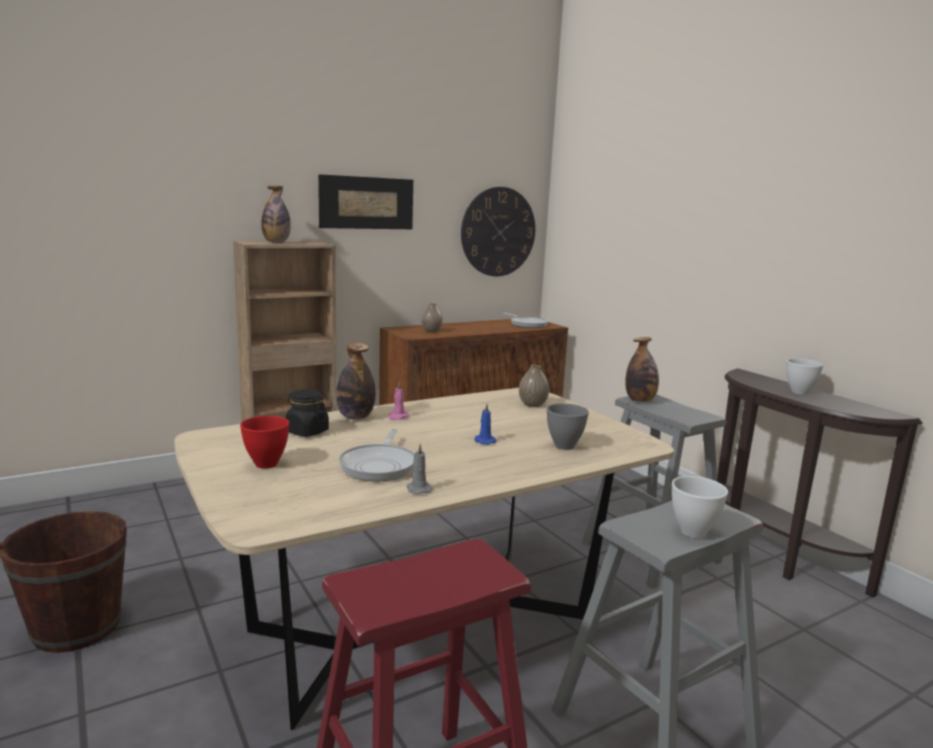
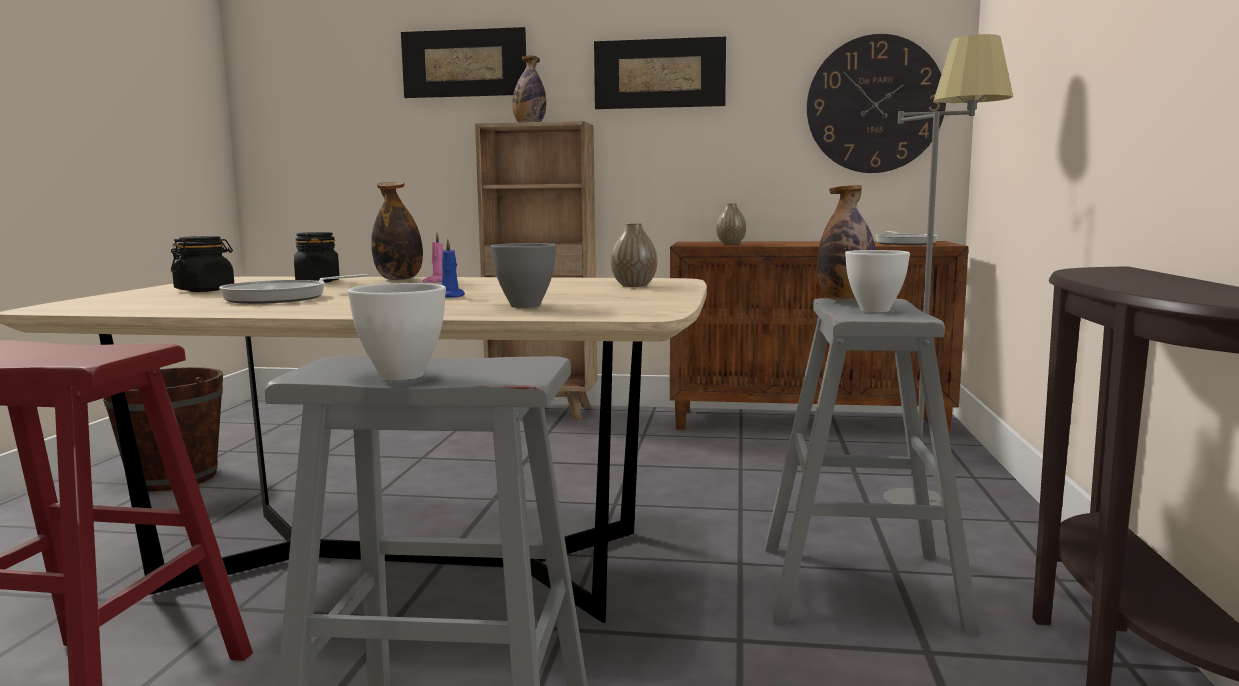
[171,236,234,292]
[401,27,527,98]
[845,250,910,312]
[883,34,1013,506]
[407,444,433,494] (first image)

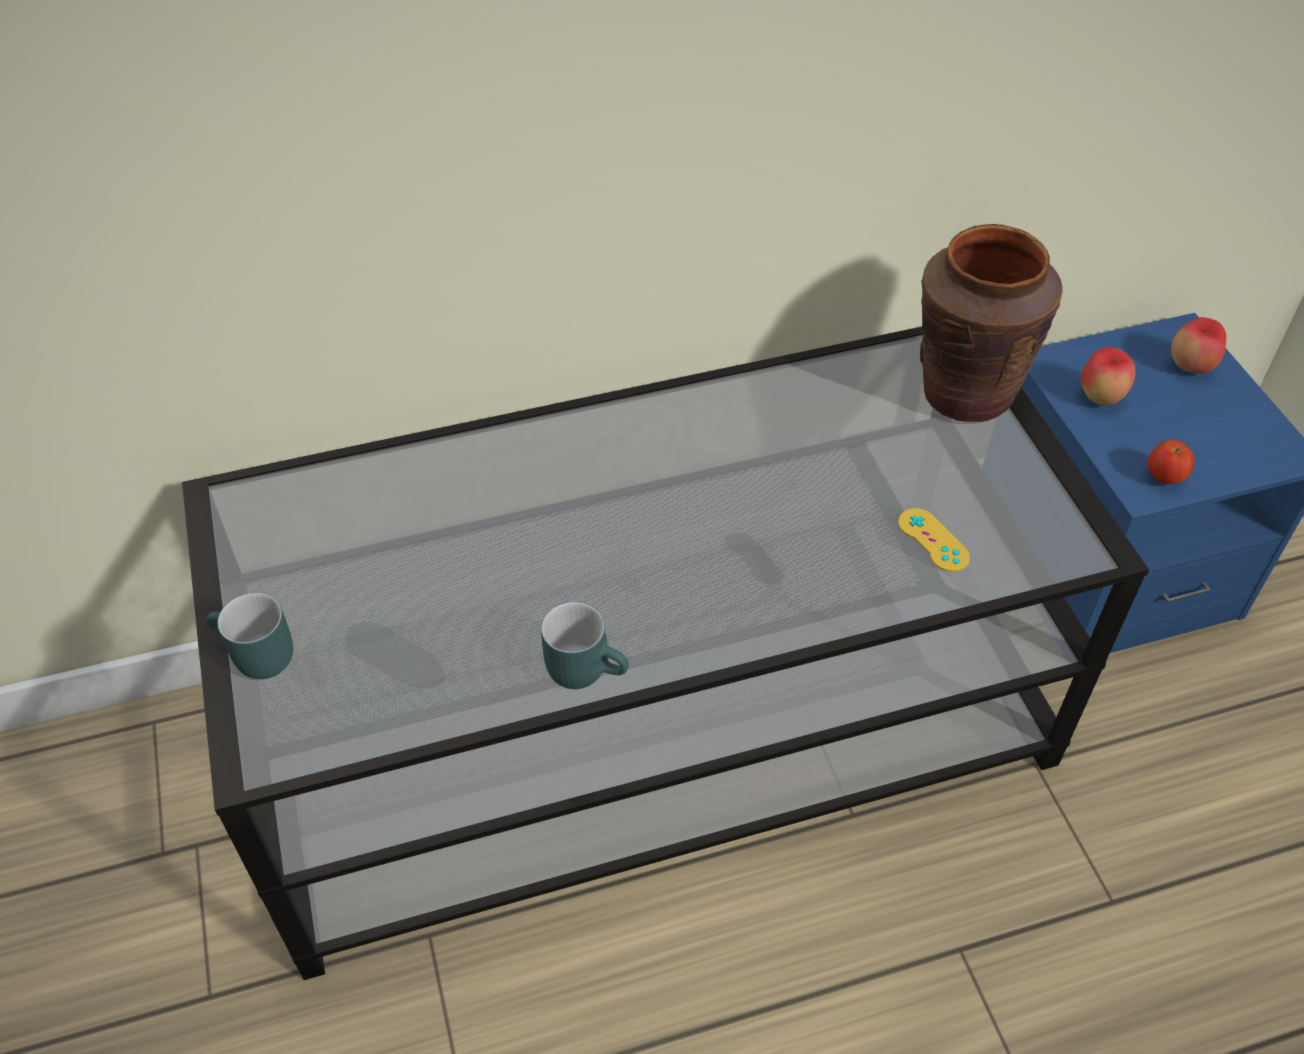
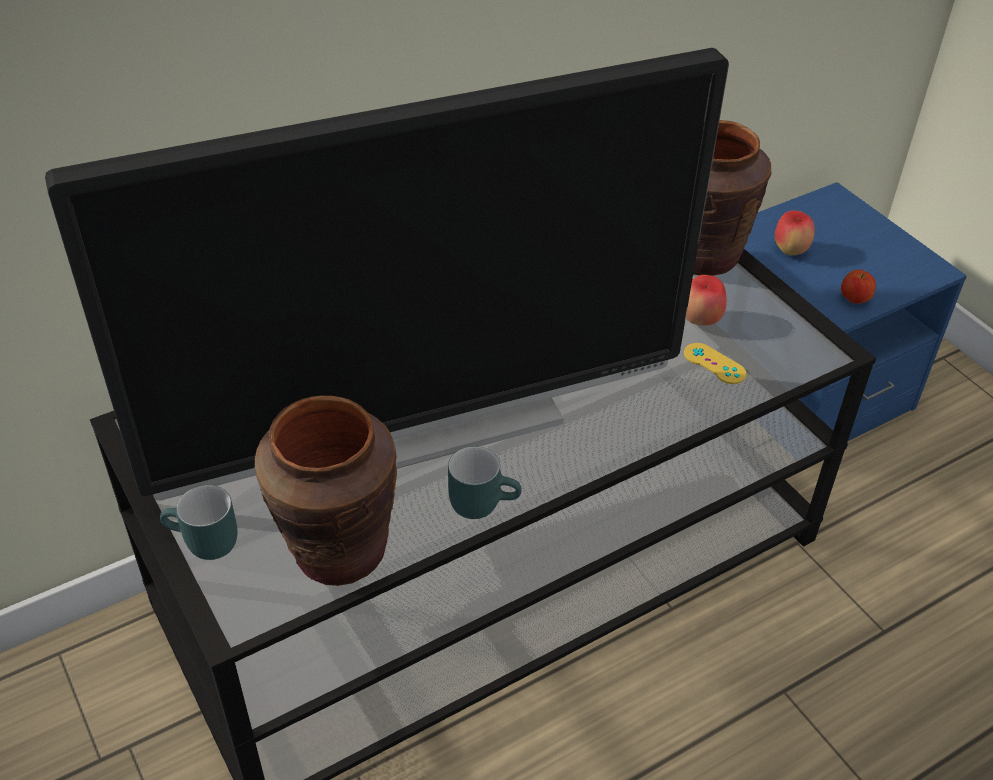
[45,48,729,500]
[255,395,397,586]
[686,275,727,326]

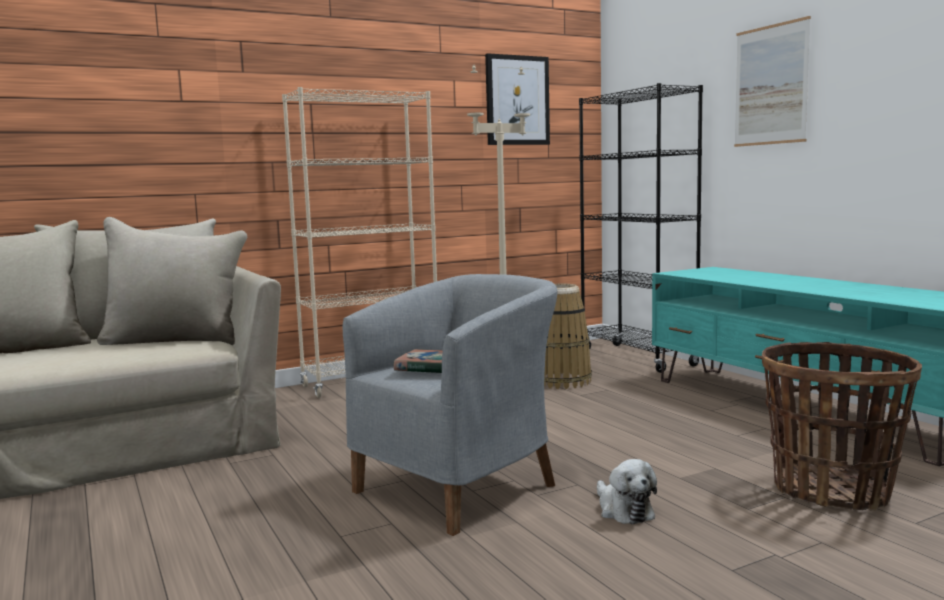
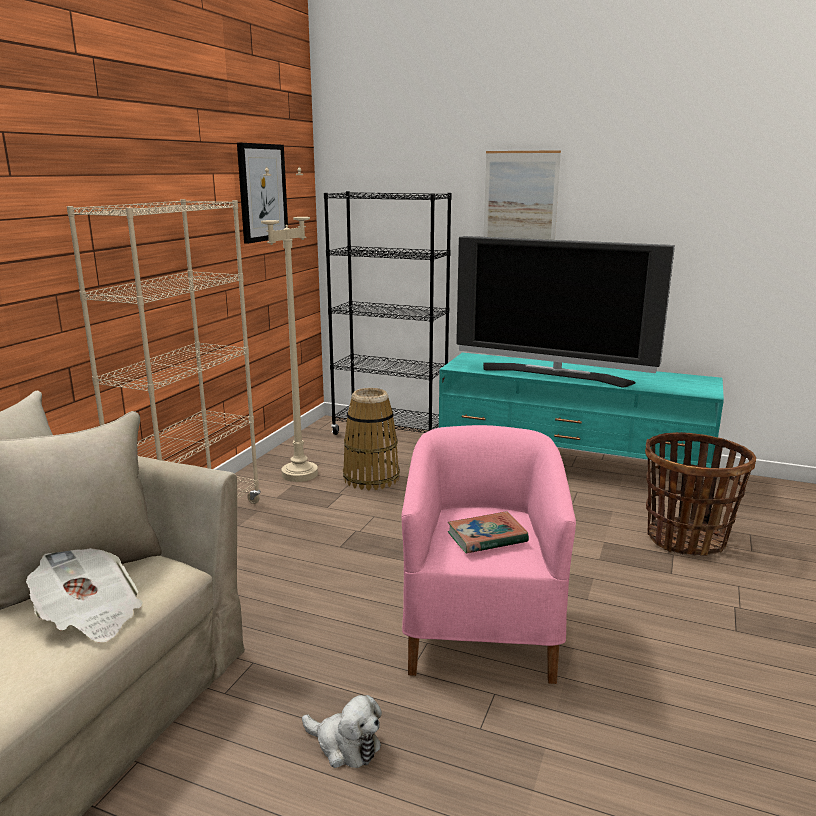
[26,548,143,643]
[302,695,382,768]
[402,425,576,684]
[456,236,675,388]

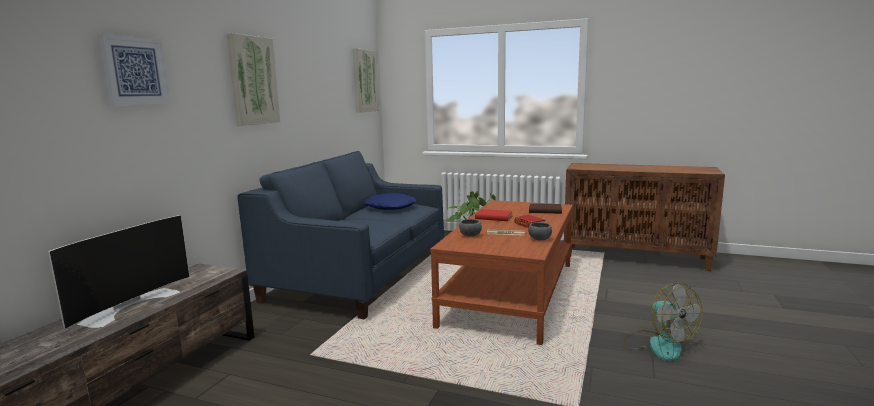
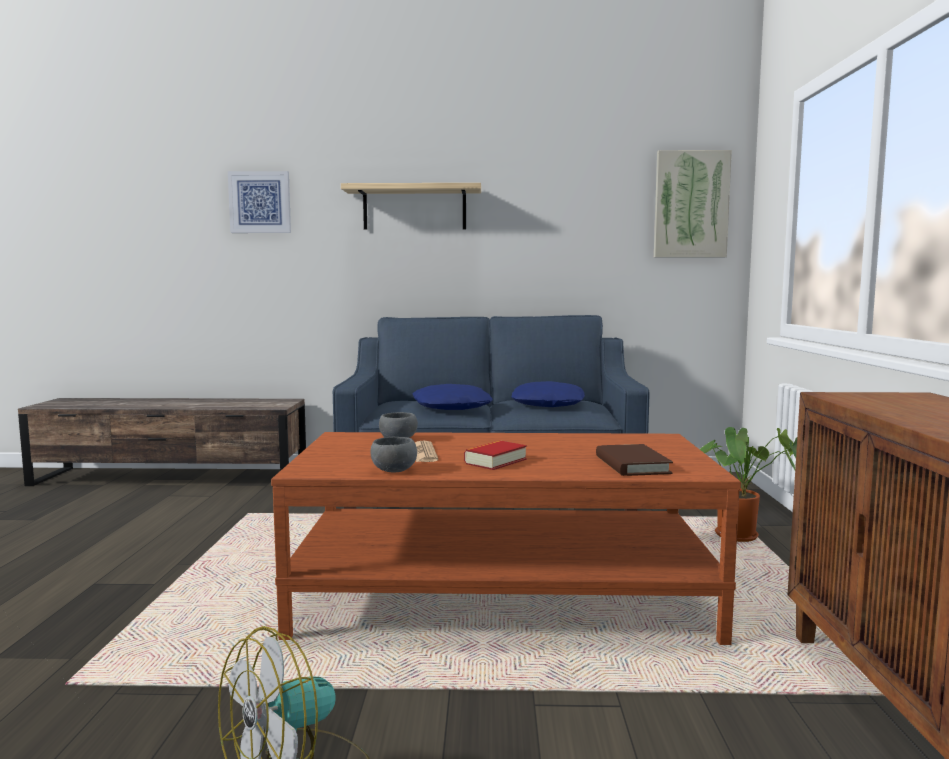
[341,183,481,230]
[412,384,493,410]
[48,215,190,329] (first image)
[475,209,513,221] (first image)

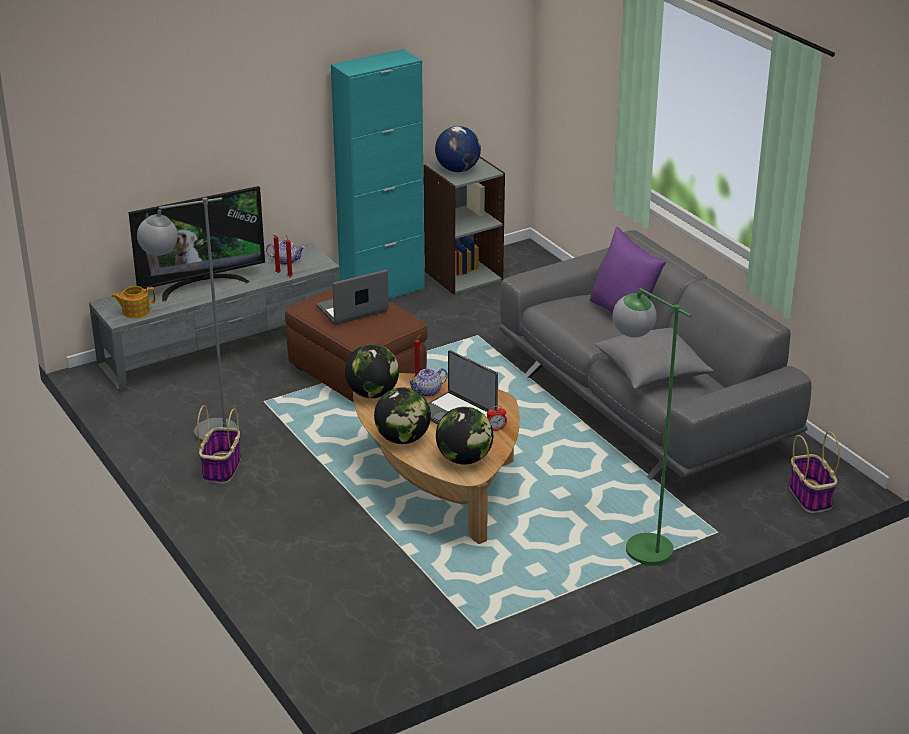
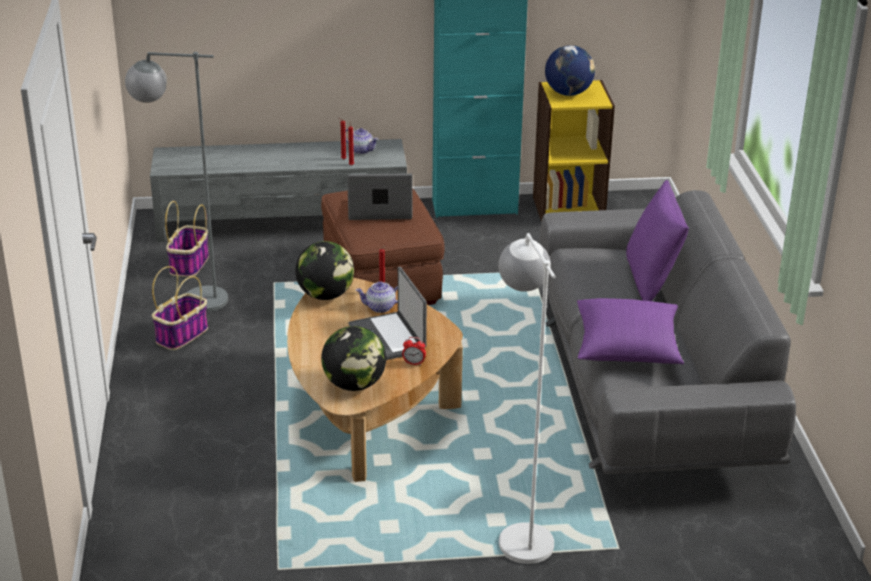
[165,201,209,277]
[499,233,555,564]
[533,80,615,222]
[577,298,684,364]
[111,286,156,318] (first image)
[128,186,265,301] (first image)
[374,387,431,444] (first image)

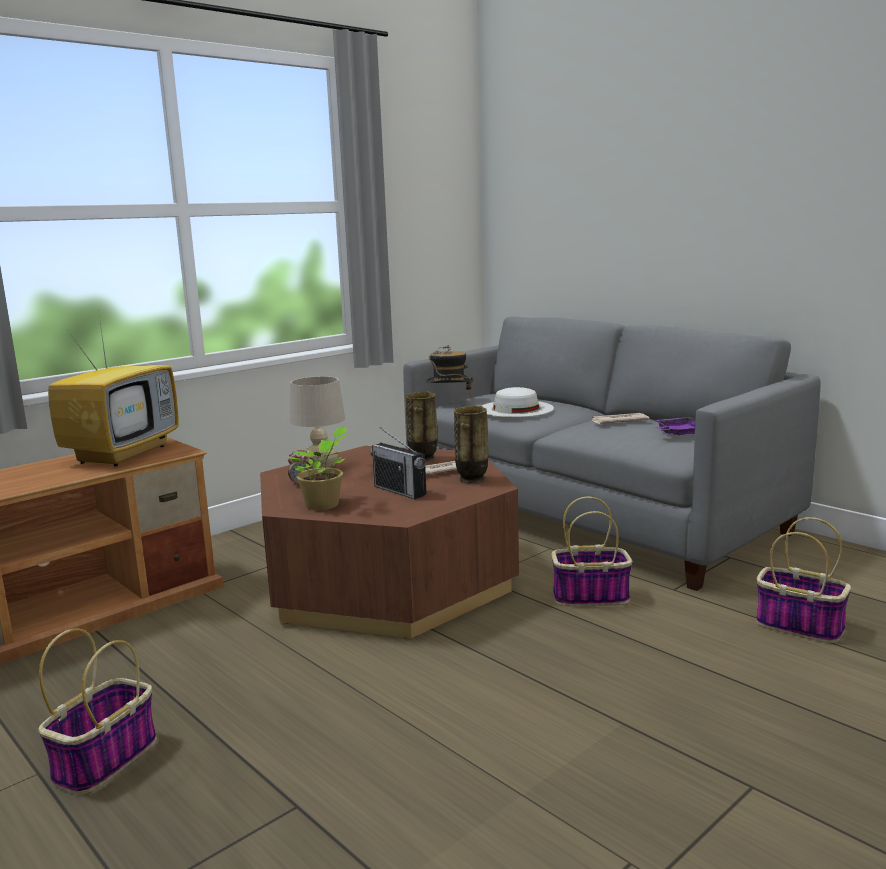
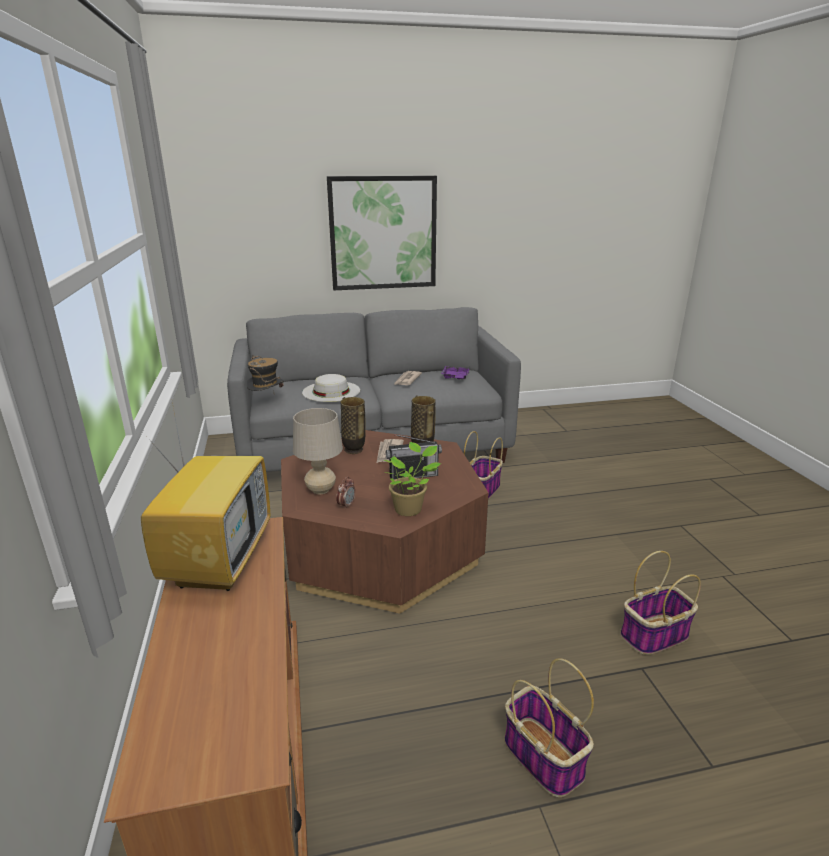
[141,397,270,591]
[327,176,437,290]
[620,551,701,655]

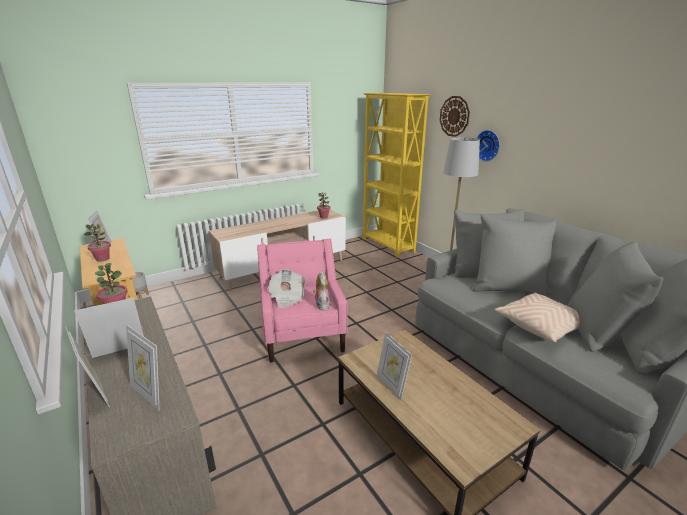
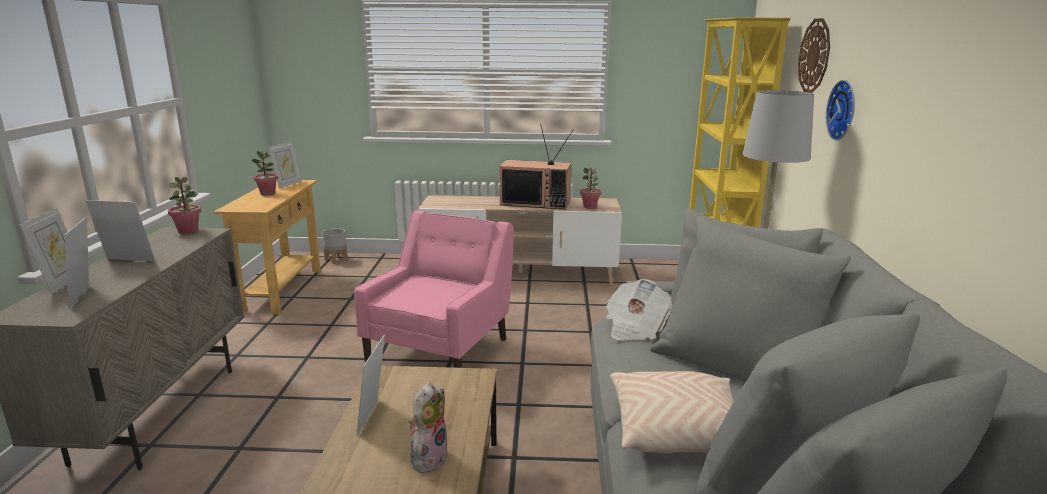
[409,382,449,474]
[500,124,573,210]
[606,279,673,341]

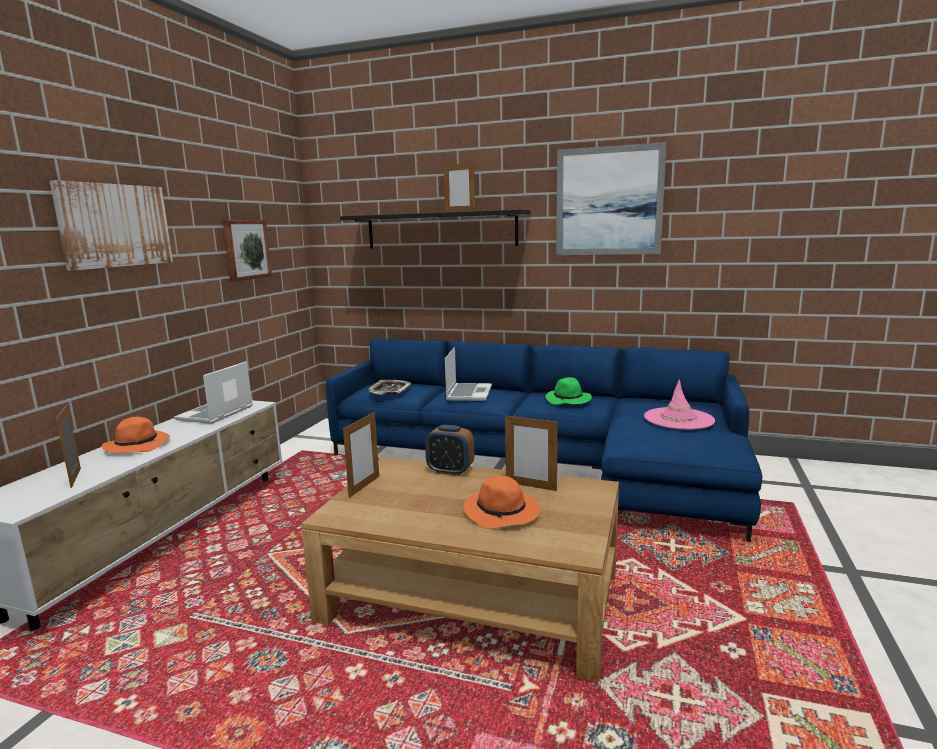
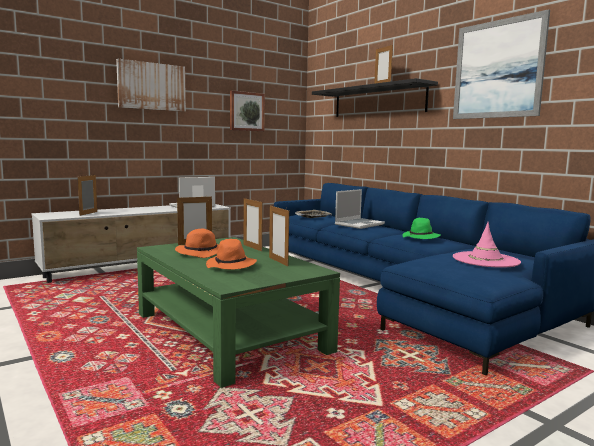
[137,237,340,388]
[175,229,219,258]
[244,197,263,251]

